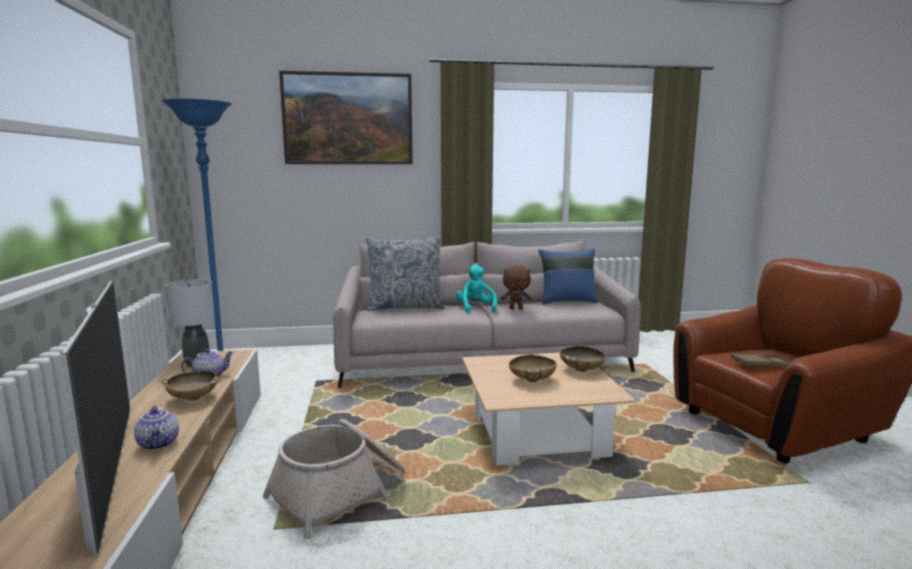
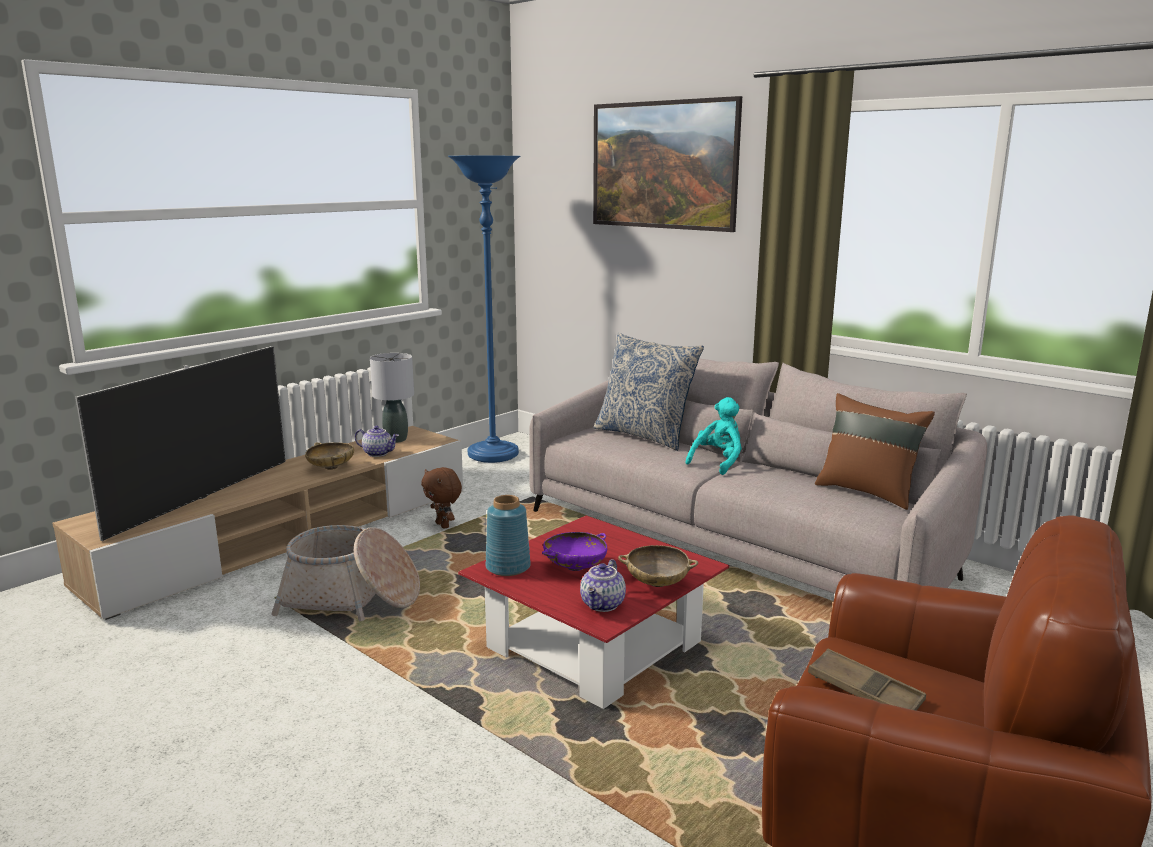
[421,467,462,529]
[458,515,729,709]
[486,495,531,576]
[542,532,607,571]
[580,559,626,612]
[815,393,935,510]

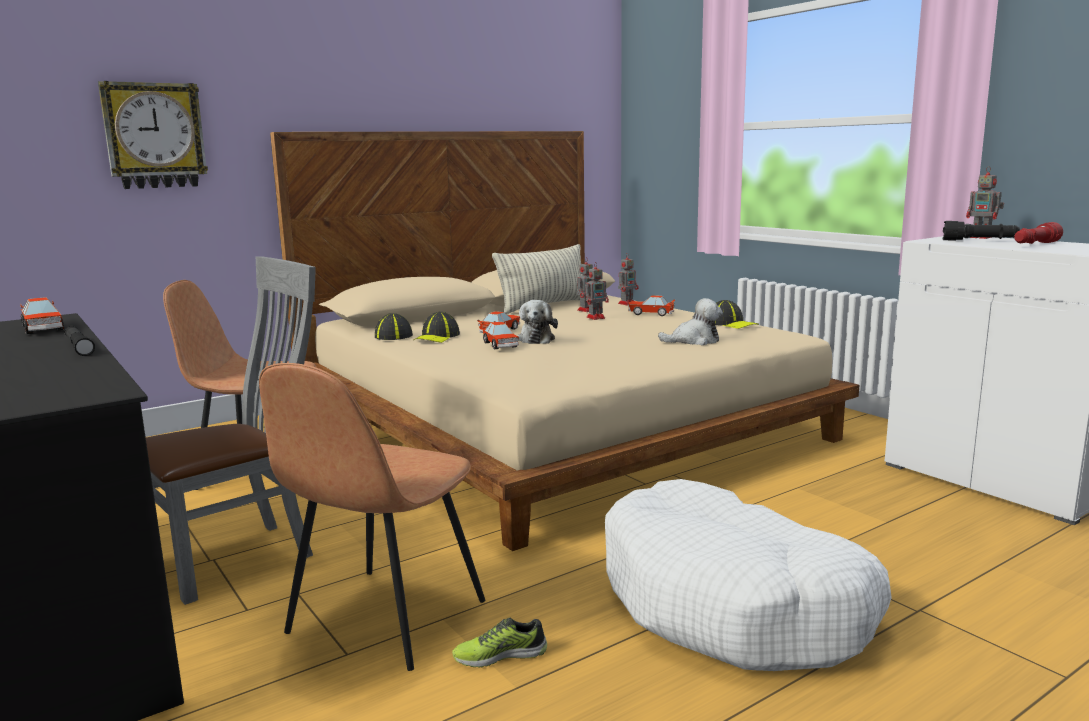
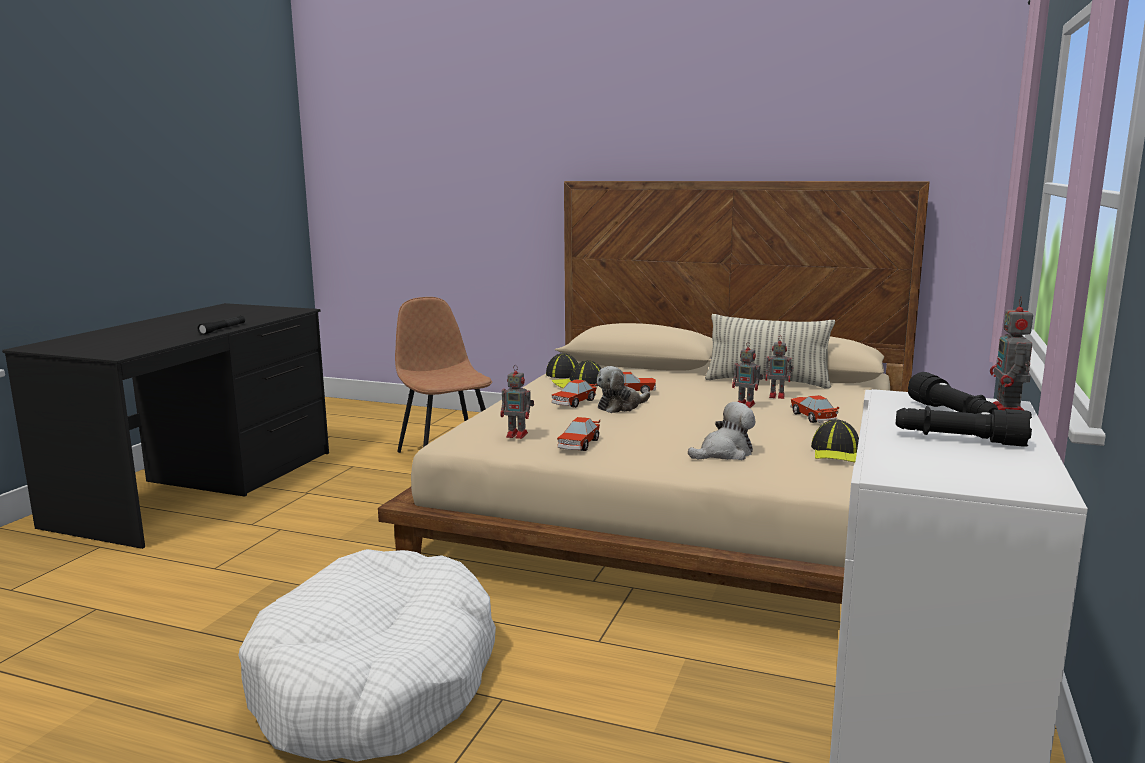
[500,365,534,439]
[557,417,600,451]
[688,402,755,460]
[896,406,1032,447]
[98,81,208,189] (first image)
[146,256,316,605] (first image)
[259,363,485,671] (first image)
[452,618,547,667] (first image)

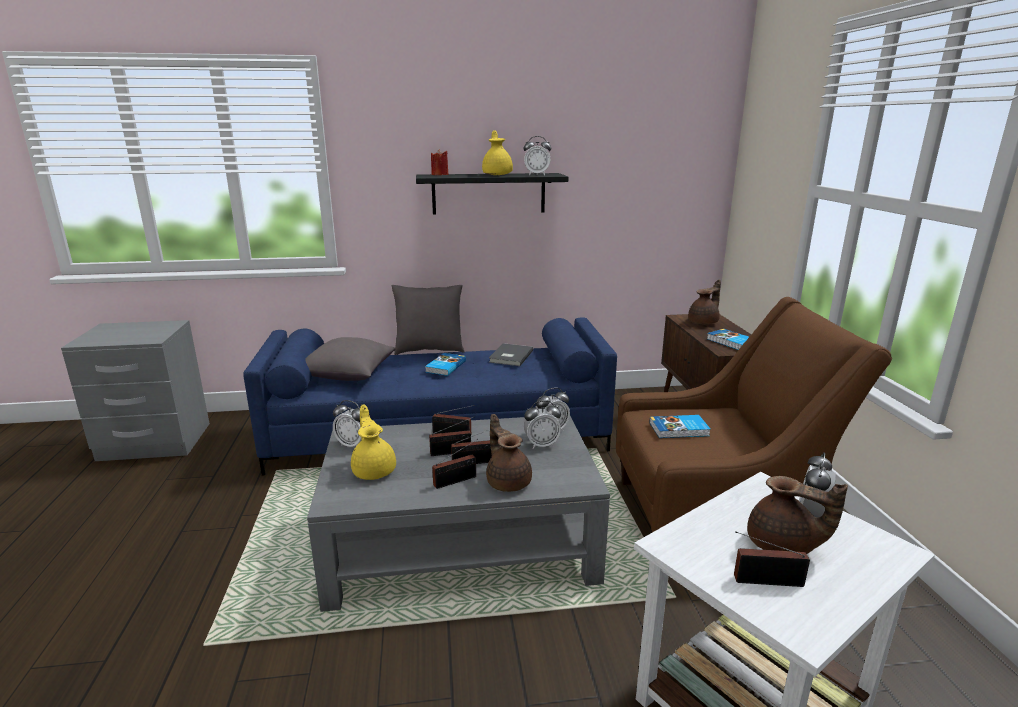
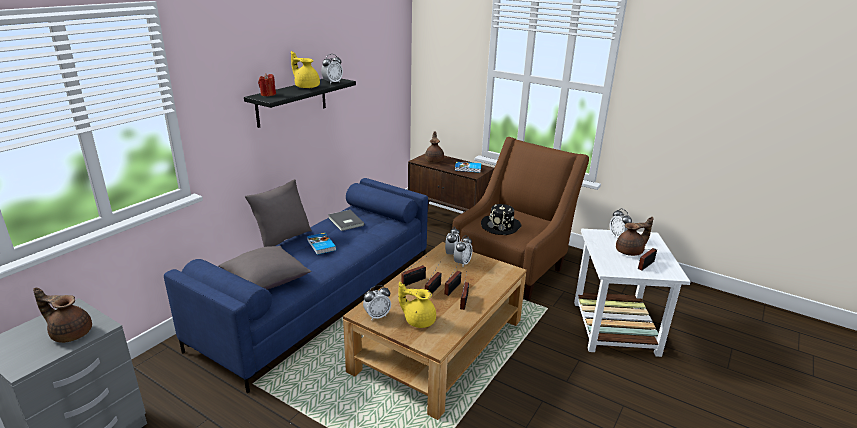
[33,288,92,343]
[343,242,526,420]
[481,204,522,235]

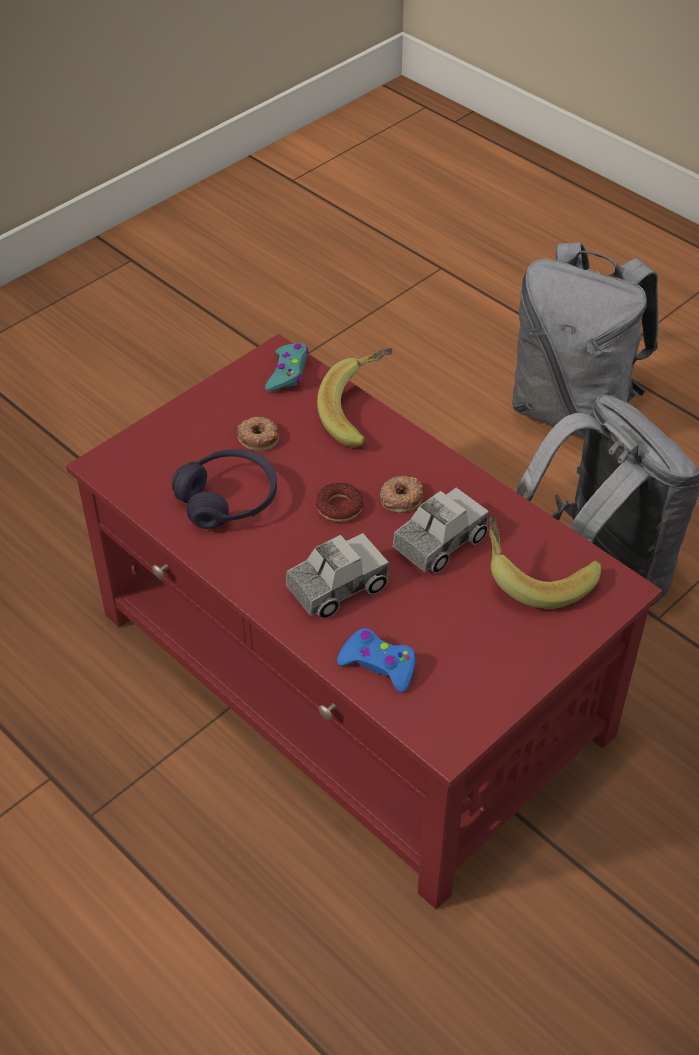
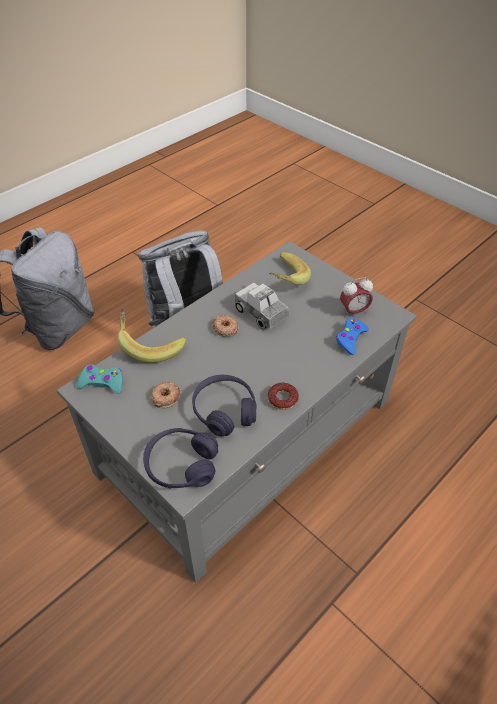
[57,241,417,583]
[143,428,218,488]
[268,383,299,410]
[340,277,373,317]
[286,533,389,619] (first image)

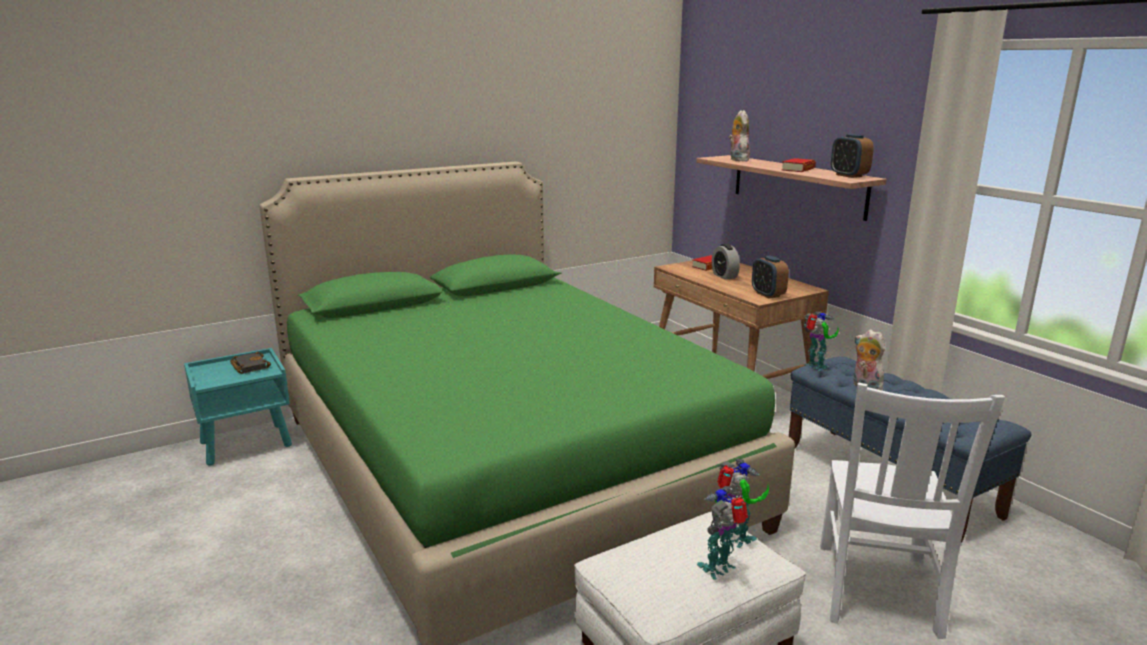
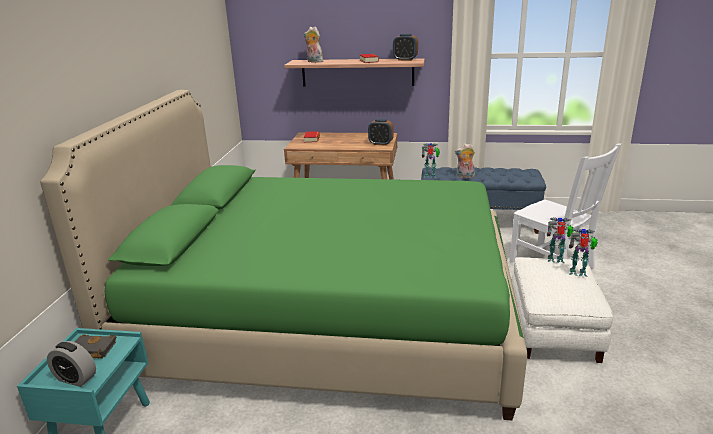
[47,341,96,387]
[569,228,598,277]

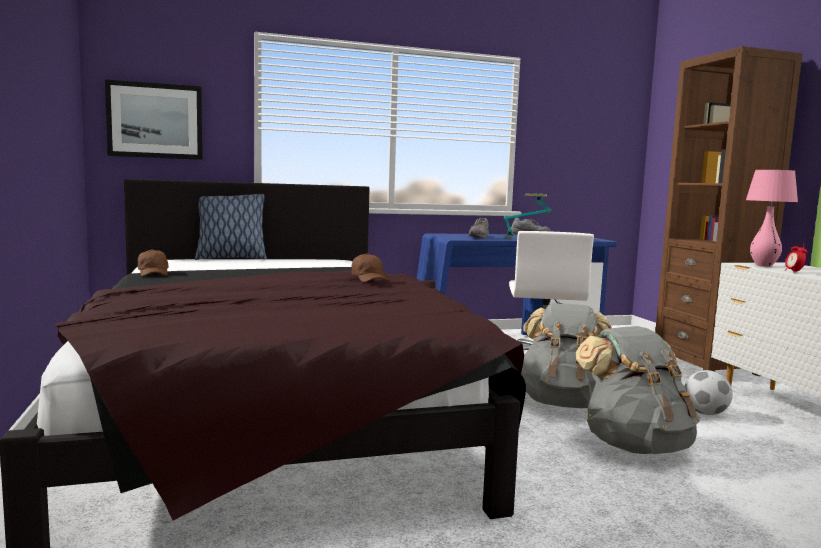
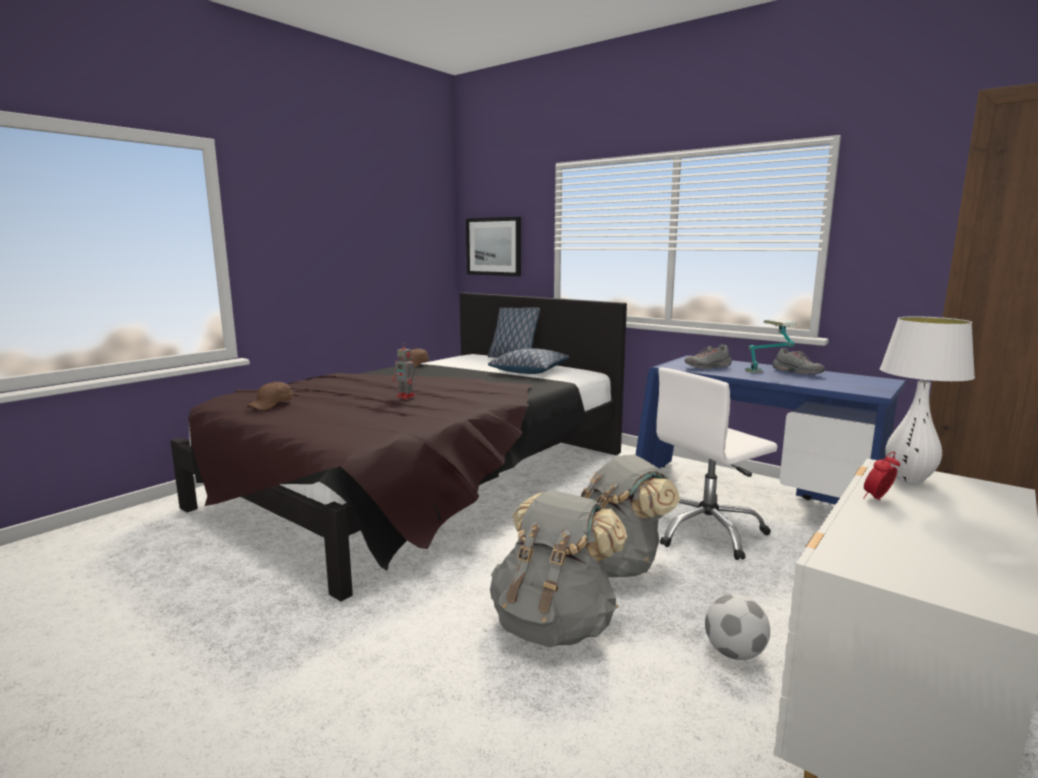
[247,381,293,410]
[393,342,417,399]
[488,348,570,374]
[880,316,975,484]

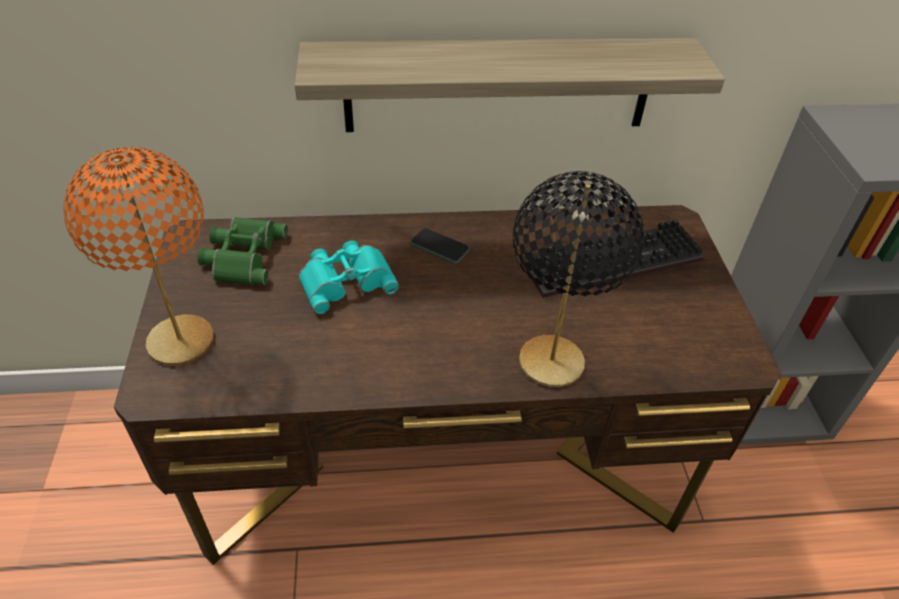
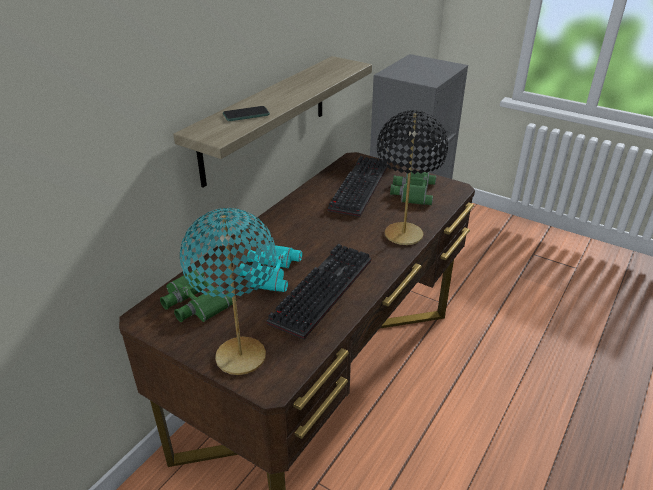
[180,208,276,375]
[223,106,270,121]
[266,244,371,340]
[390,172,436,205]

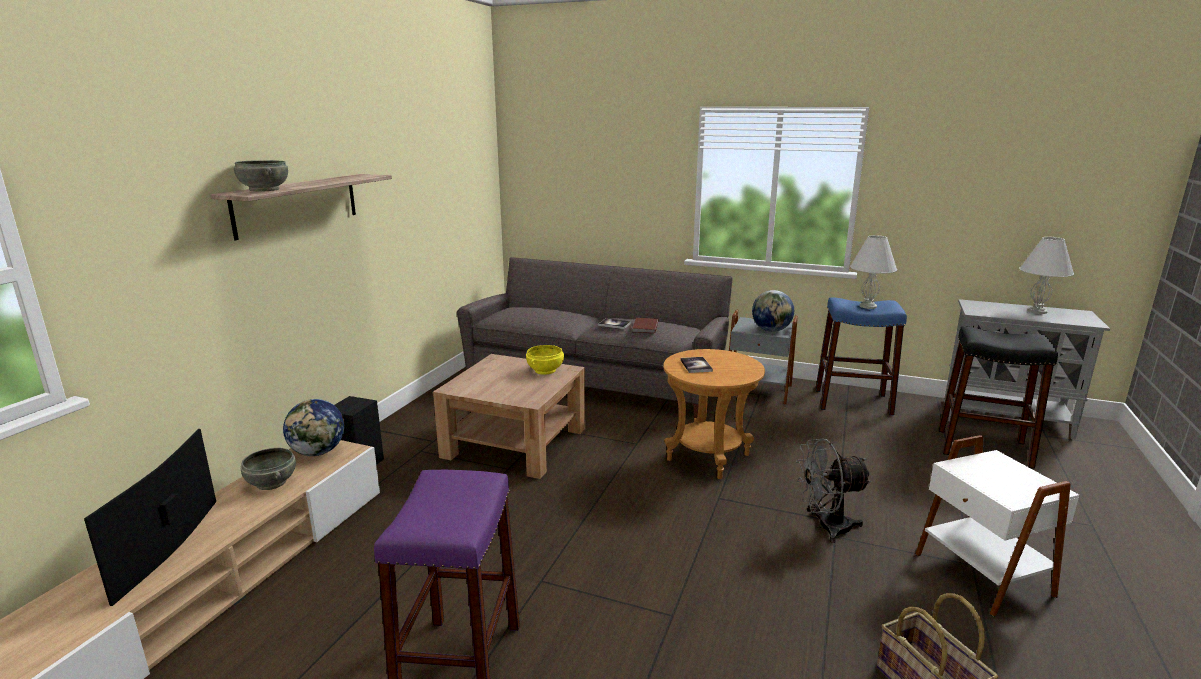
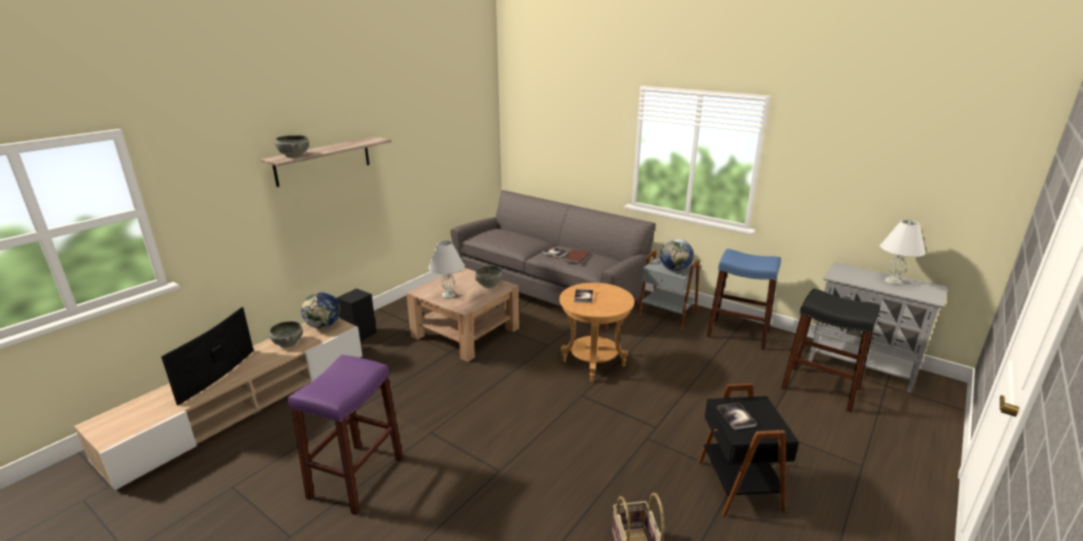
[429,240,465,299]
[475,266,502,288]
[698,384,799,517]
[717,403,757,430]
[796,439,872,543] (first image)

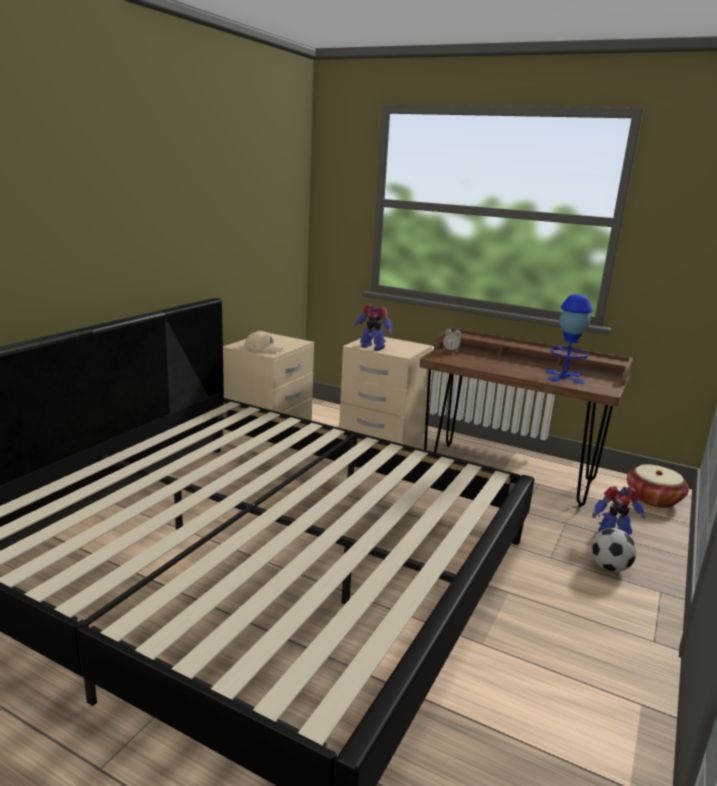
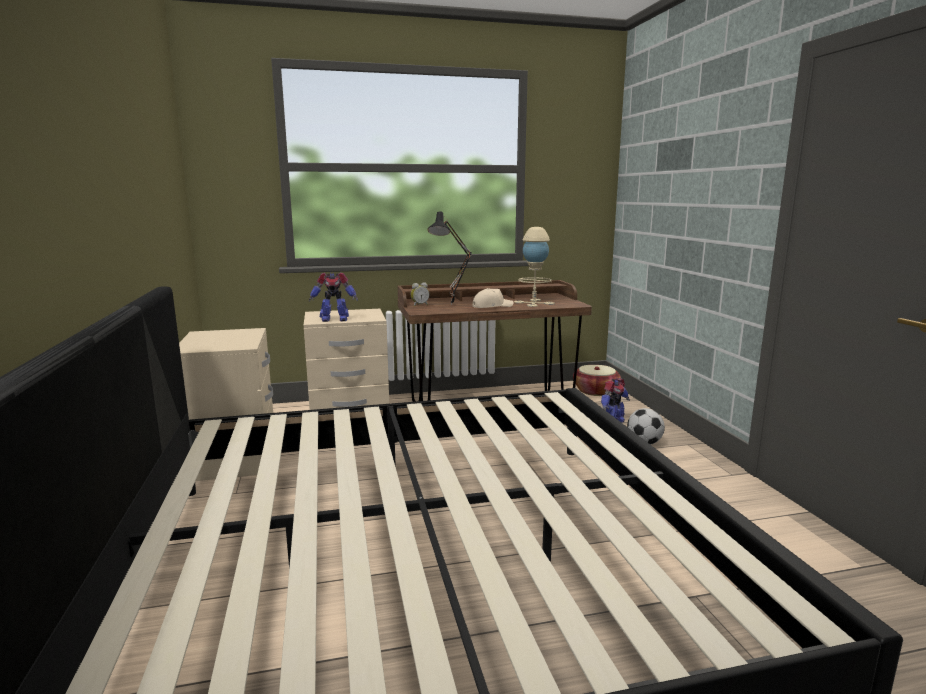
[428,211,472,305]
[472,288,514,308]
[514,227,555,307]

